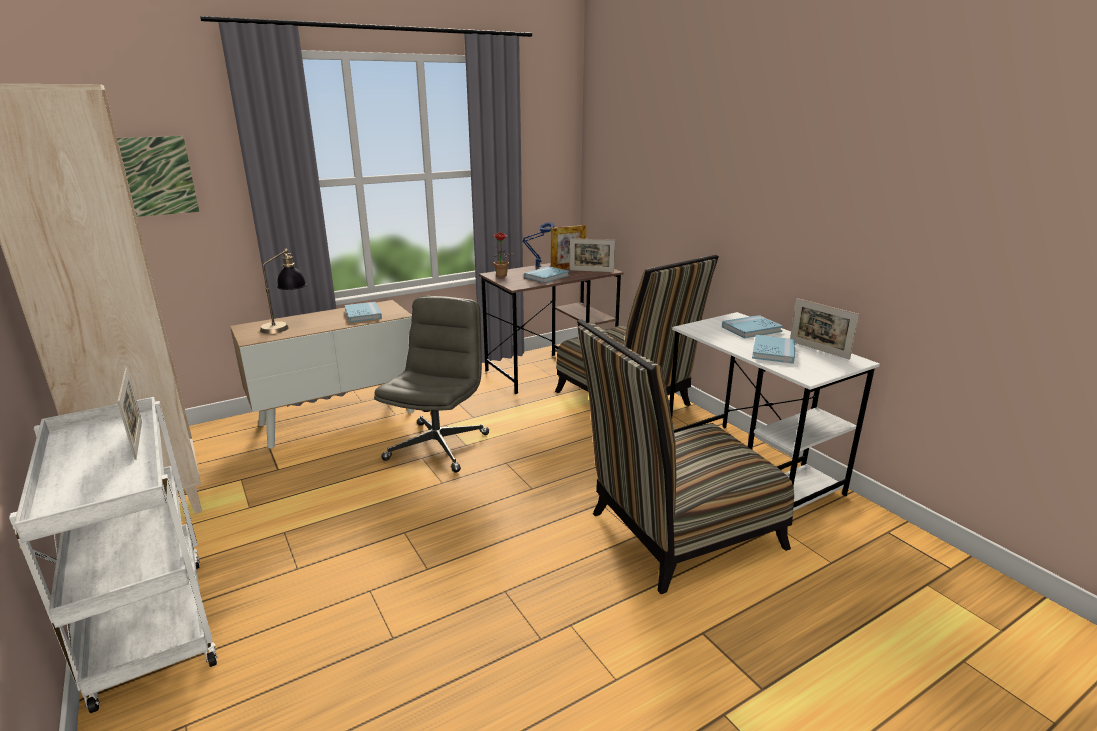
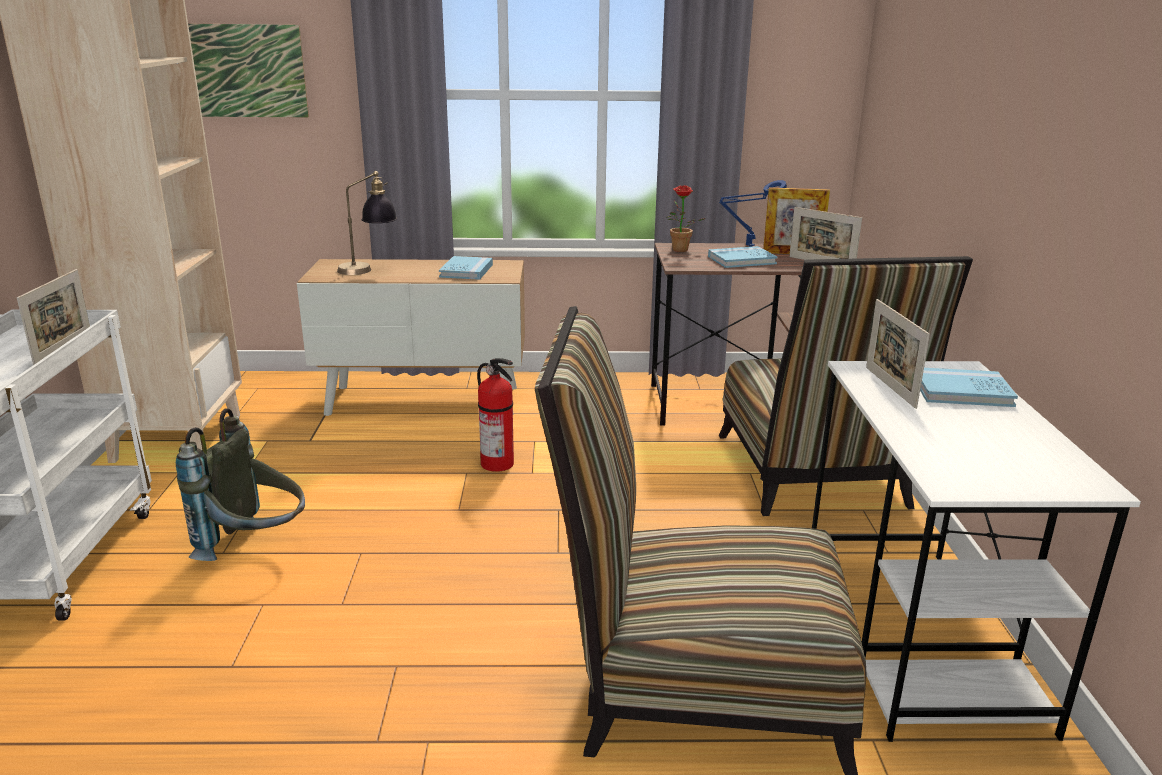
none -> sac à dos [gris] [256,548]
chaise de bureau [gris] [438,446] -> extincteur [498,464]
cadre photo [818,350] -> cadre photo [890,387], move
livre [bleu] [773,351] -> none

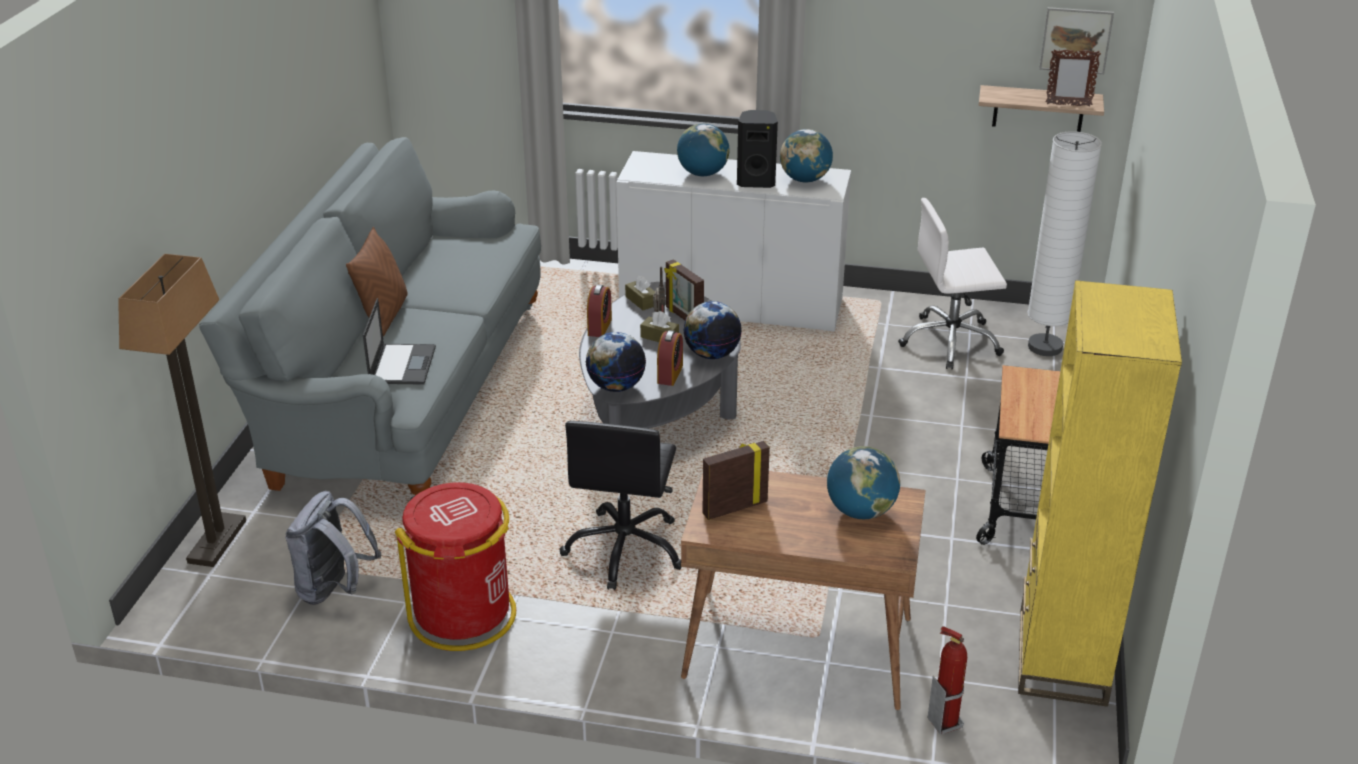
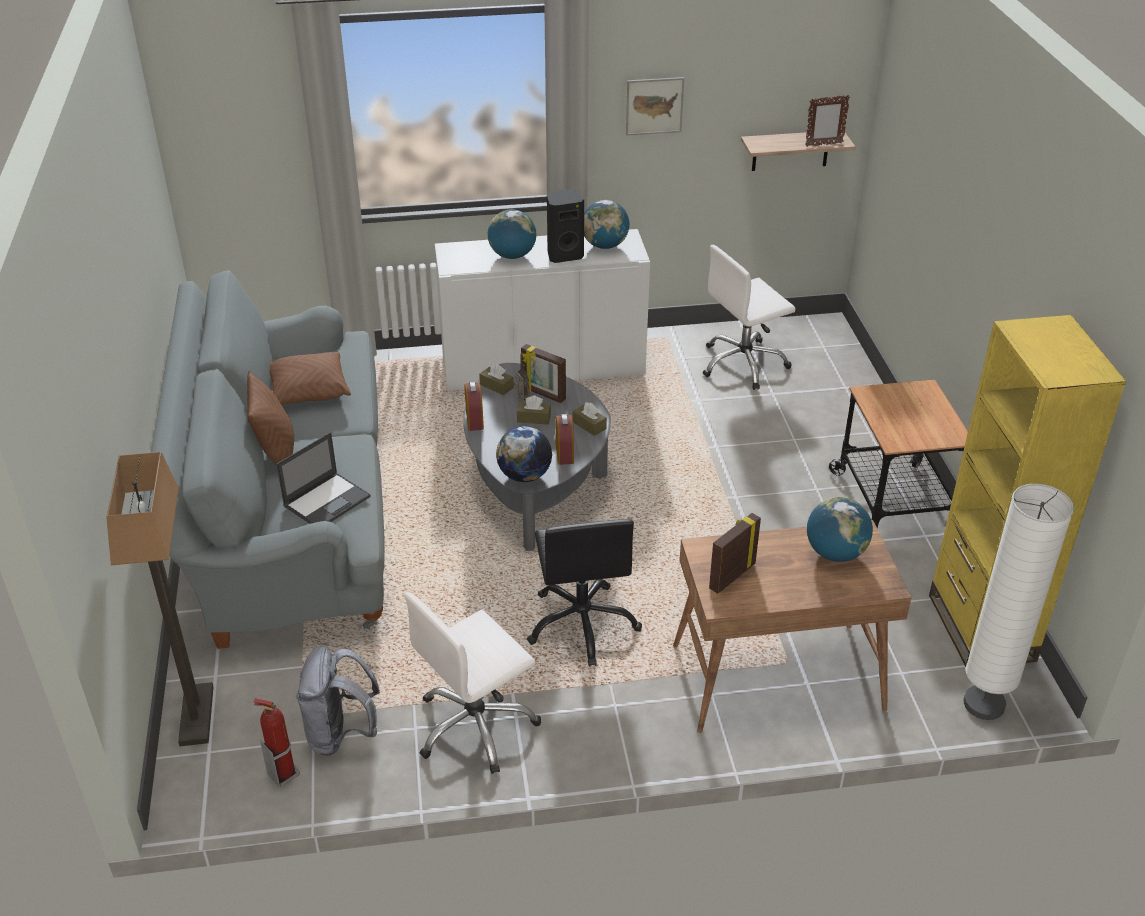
extincteur [944,722] -> extincteur [283,773], move
none -> coussin [marron] [308,390]
ordinateur portable [402,364] -> ordinateur portable [327,500], 60 degrees clockwise
poubelle [rouge] [464,615] -> chaise de bureau [blanc] [476,726]
globe [712,354] -> boîte à mouchoirs [marron] [589,425]
tableau [1076,40] -> tableau [654,106], move
lampadaire [blanc] [1045,347] -> lampadaire [blanc] [984,704], move

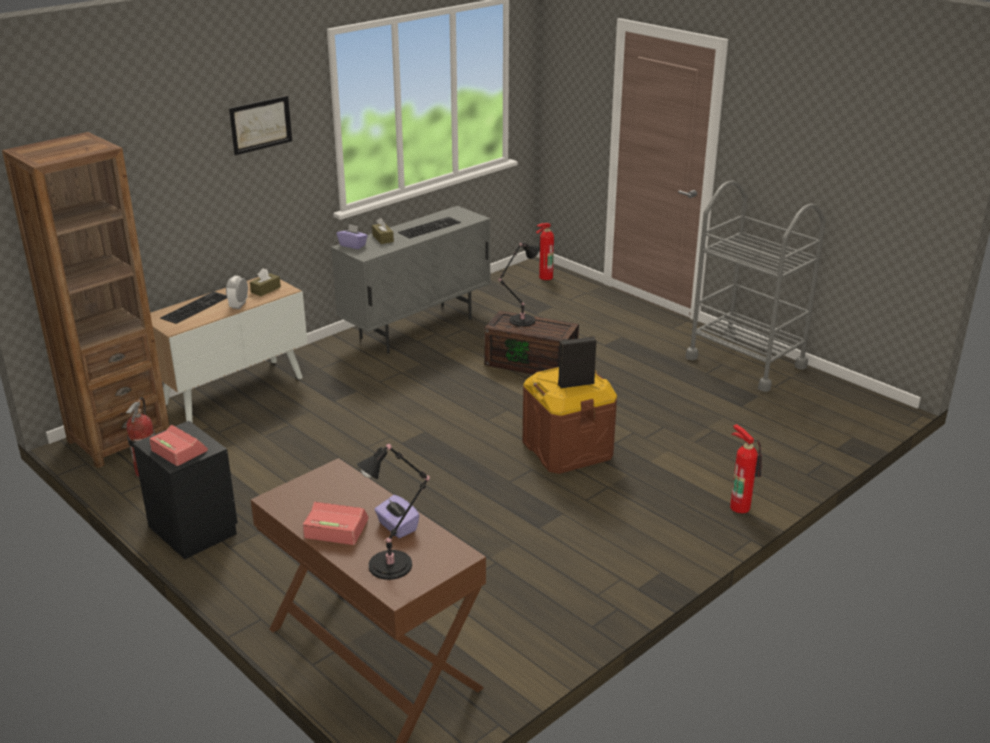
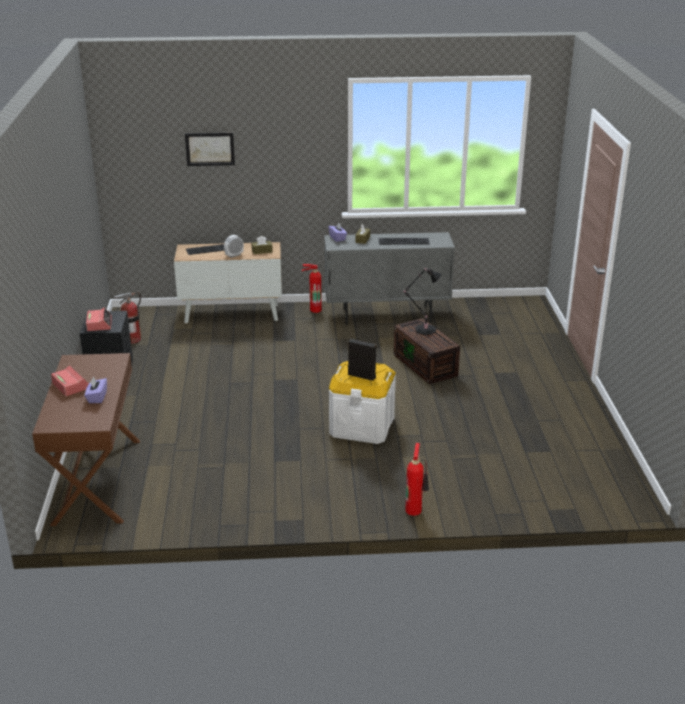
tableau [260,124] -> tableau [210,149], move
extincteur [544,277] -> extincteur [314,309], move
boîte de rangement [marron] [567,450] -> boîte de rangement [blanc] [362,426]
bibliothèque [marron] [119,439] -> none
lampe de table [noir] [394,564] -> none
chariot [gris] [745,362] -> none

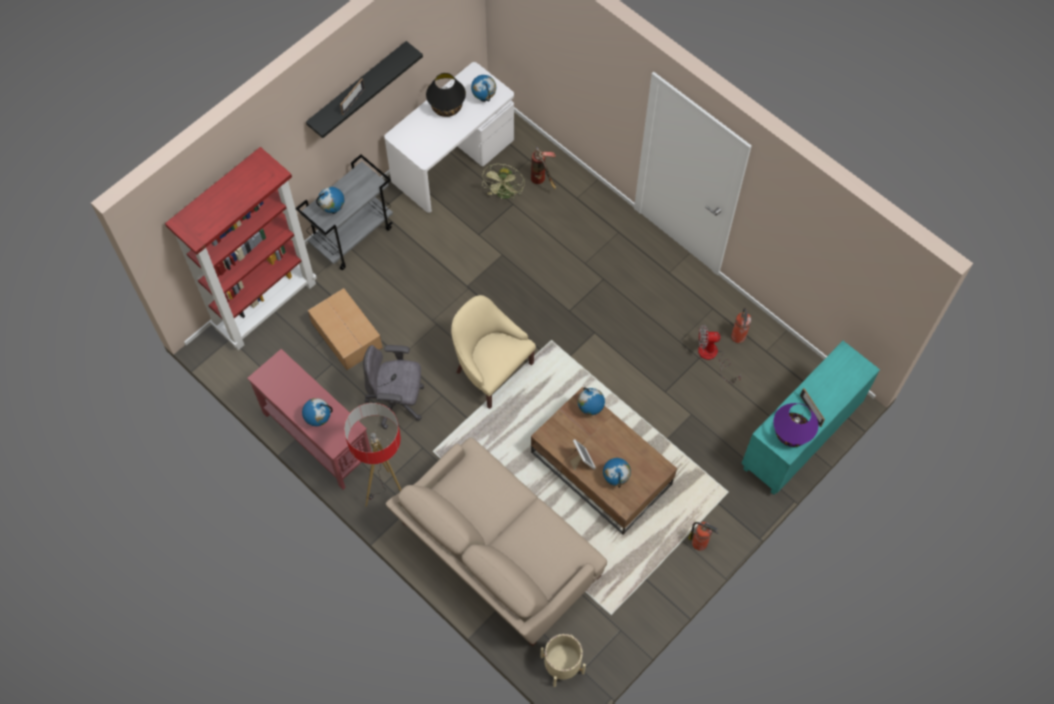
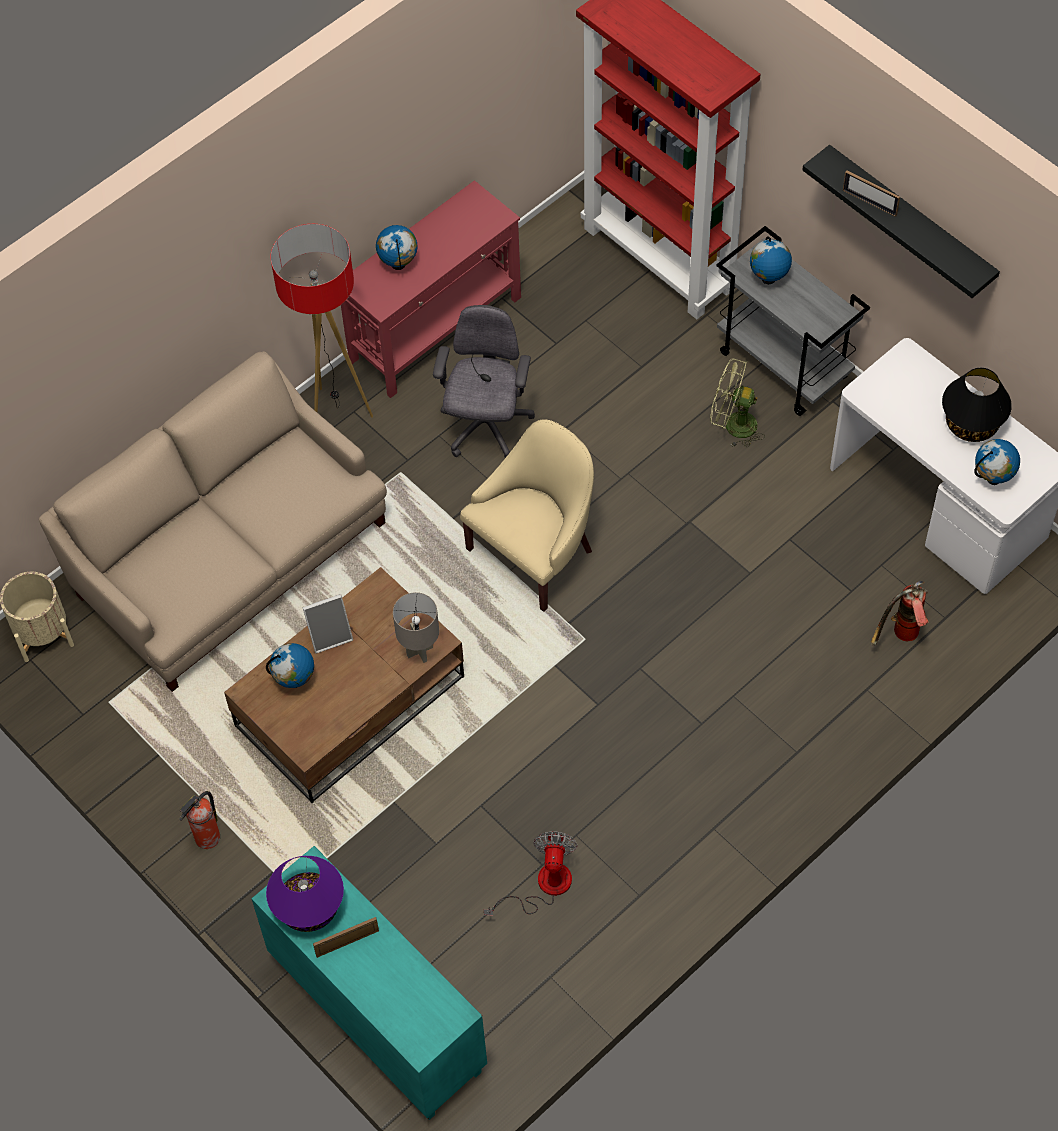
globe [590,409] -> lampe de table [gris] [419,651]
ventilateur [vert] [505,195] -> ventilateur [vert] [733,425], move
carton [346,334] -> none
extincteur [738,337] -> none

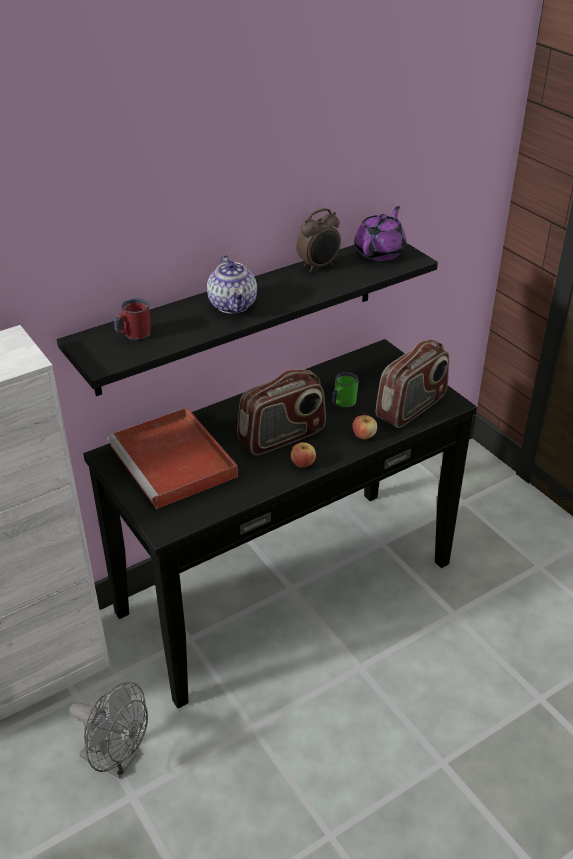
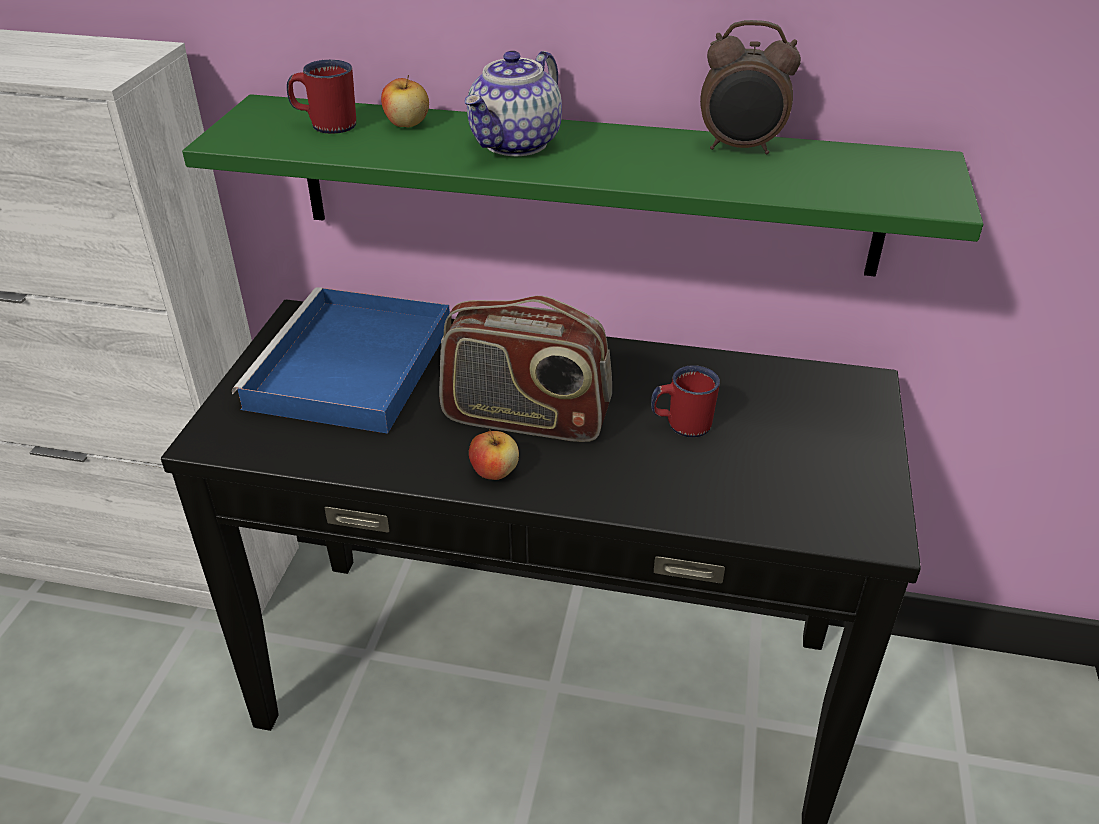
étagère [noir] [239,313] -> étagère [vert] [583,185]
plateau [rouge] [175,462] -> plateau [bleu] [351,368]
pomme [364,435] -> pomme [407,124], move
mug [vert] [342,404] -> mug [rouge] [681,425]
ventilateur [gris] [116,760] -> none
théière [violet] [380,252] -> none
radio [411,408] -> none

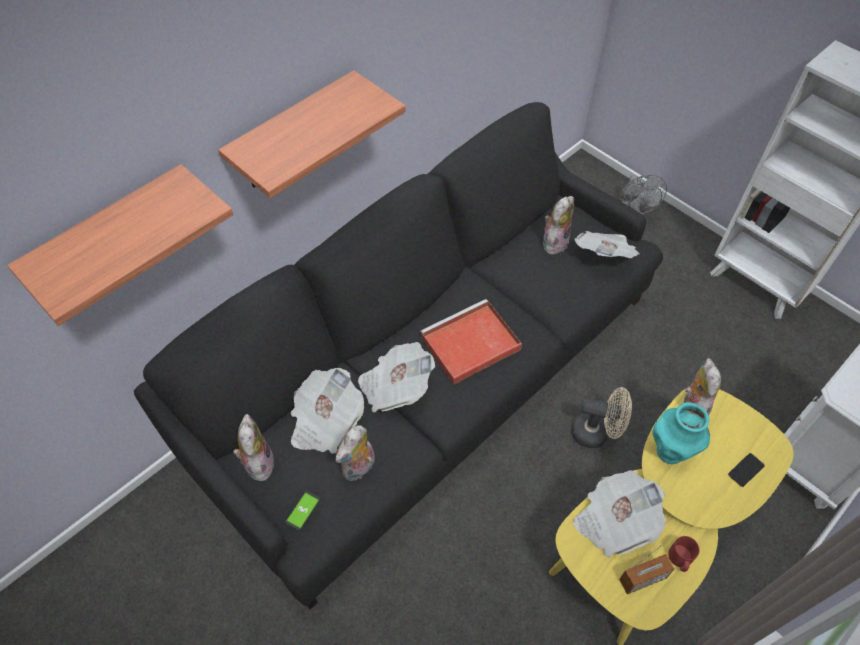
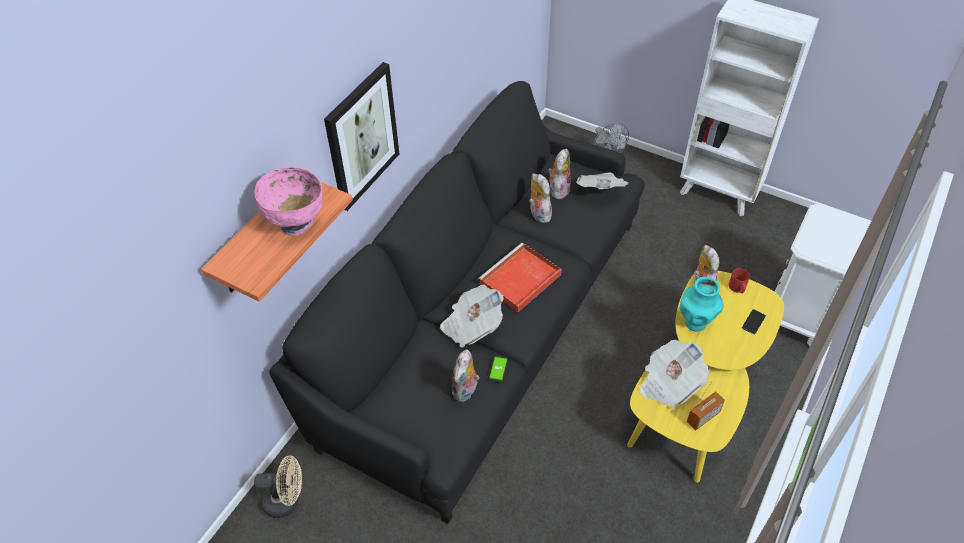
none -> bol [rose] [296,223]
ventilateur [beige] [596,433] -> ventilateur [beige] [287,501], move
étagère [293,133] -> tableau [361,136]
téléphone [303,511] -> téléphone [498,369], move
peluche [257,463] -> peluche [538,214], move
mug [rouge] [680,559] -> mug [rouge] [737,288], move
journal [325,422] -> none

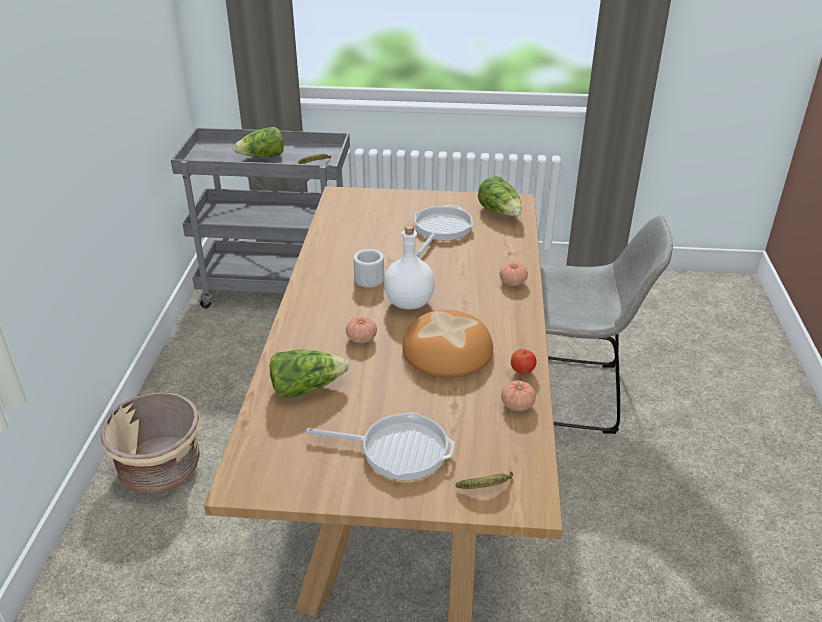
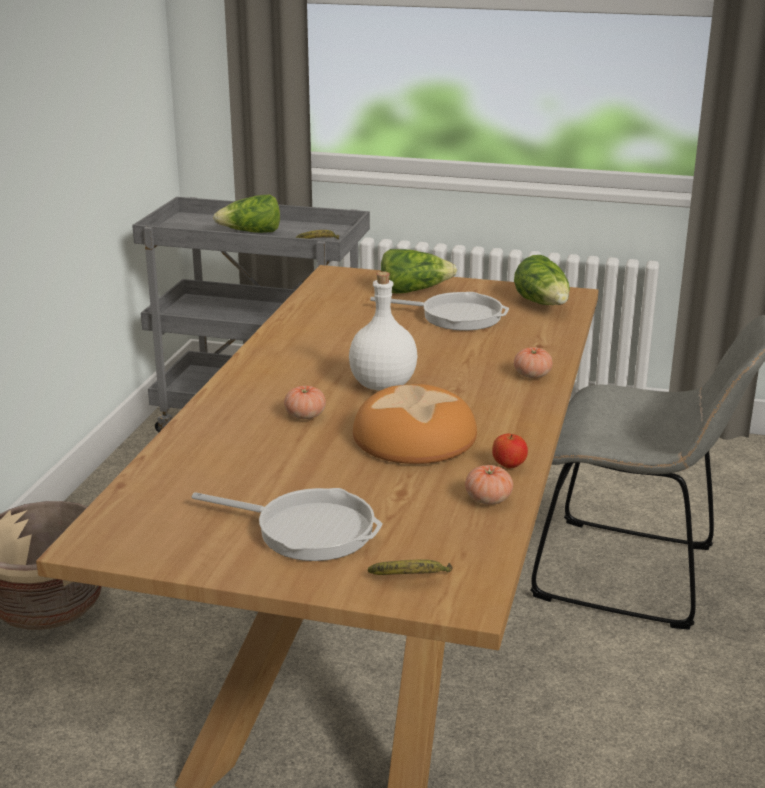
poêle [441,229] -> poêle [455,316], 75 degrees clockwise
laitue [306,387] -> laitue [414,290], move
mug [blanc] [367,278] -> none

